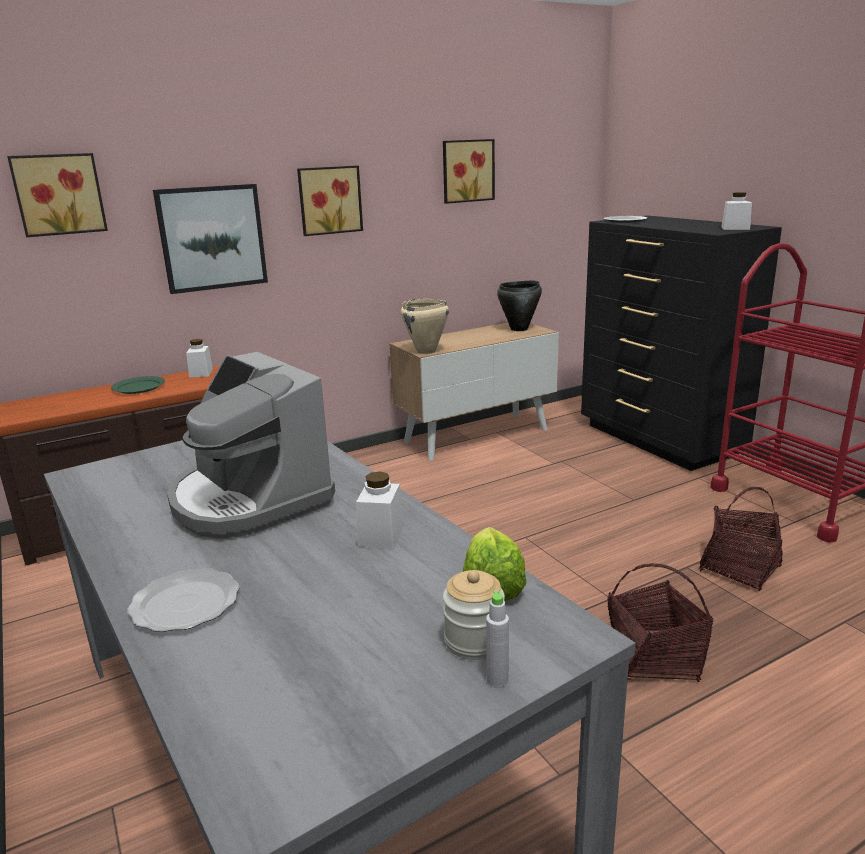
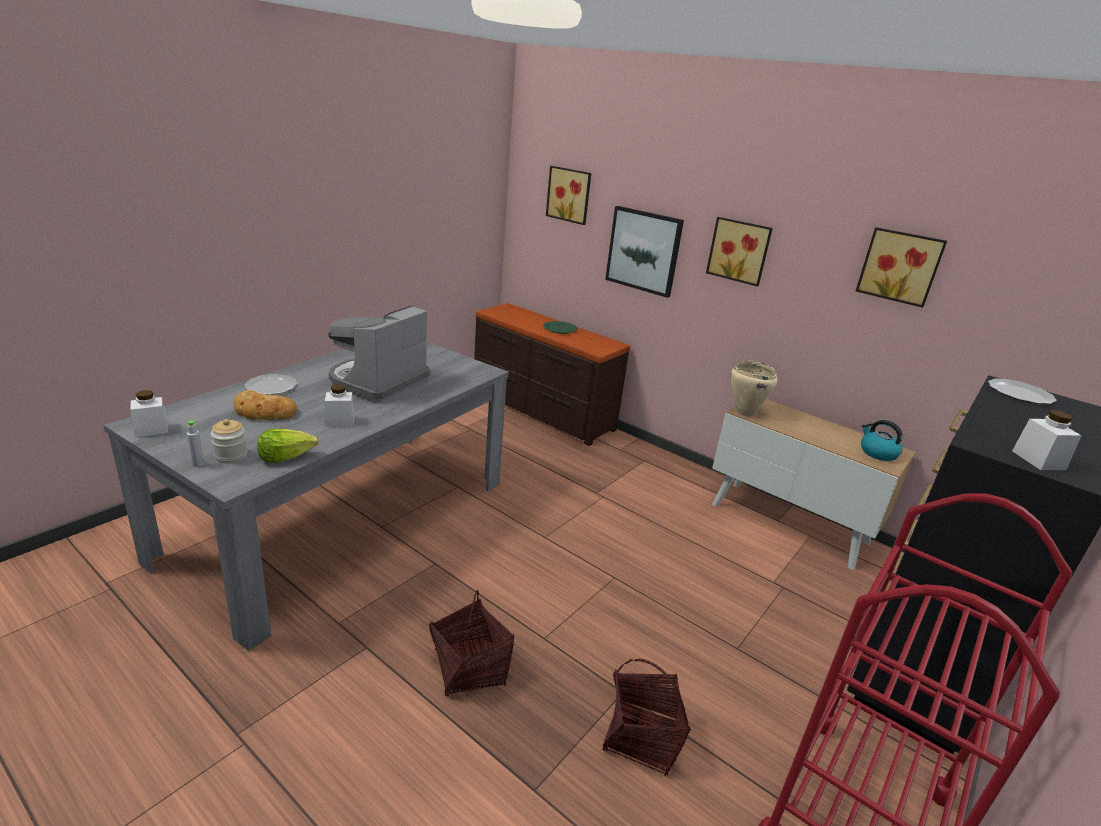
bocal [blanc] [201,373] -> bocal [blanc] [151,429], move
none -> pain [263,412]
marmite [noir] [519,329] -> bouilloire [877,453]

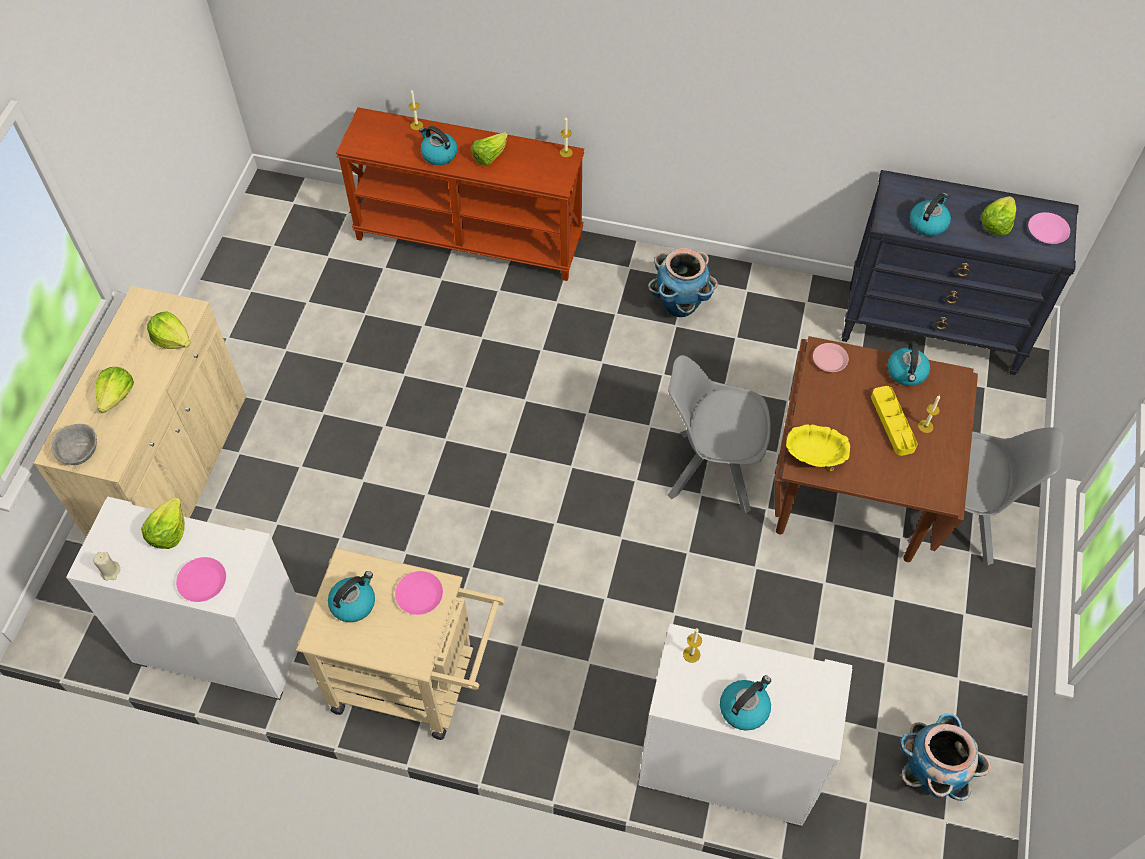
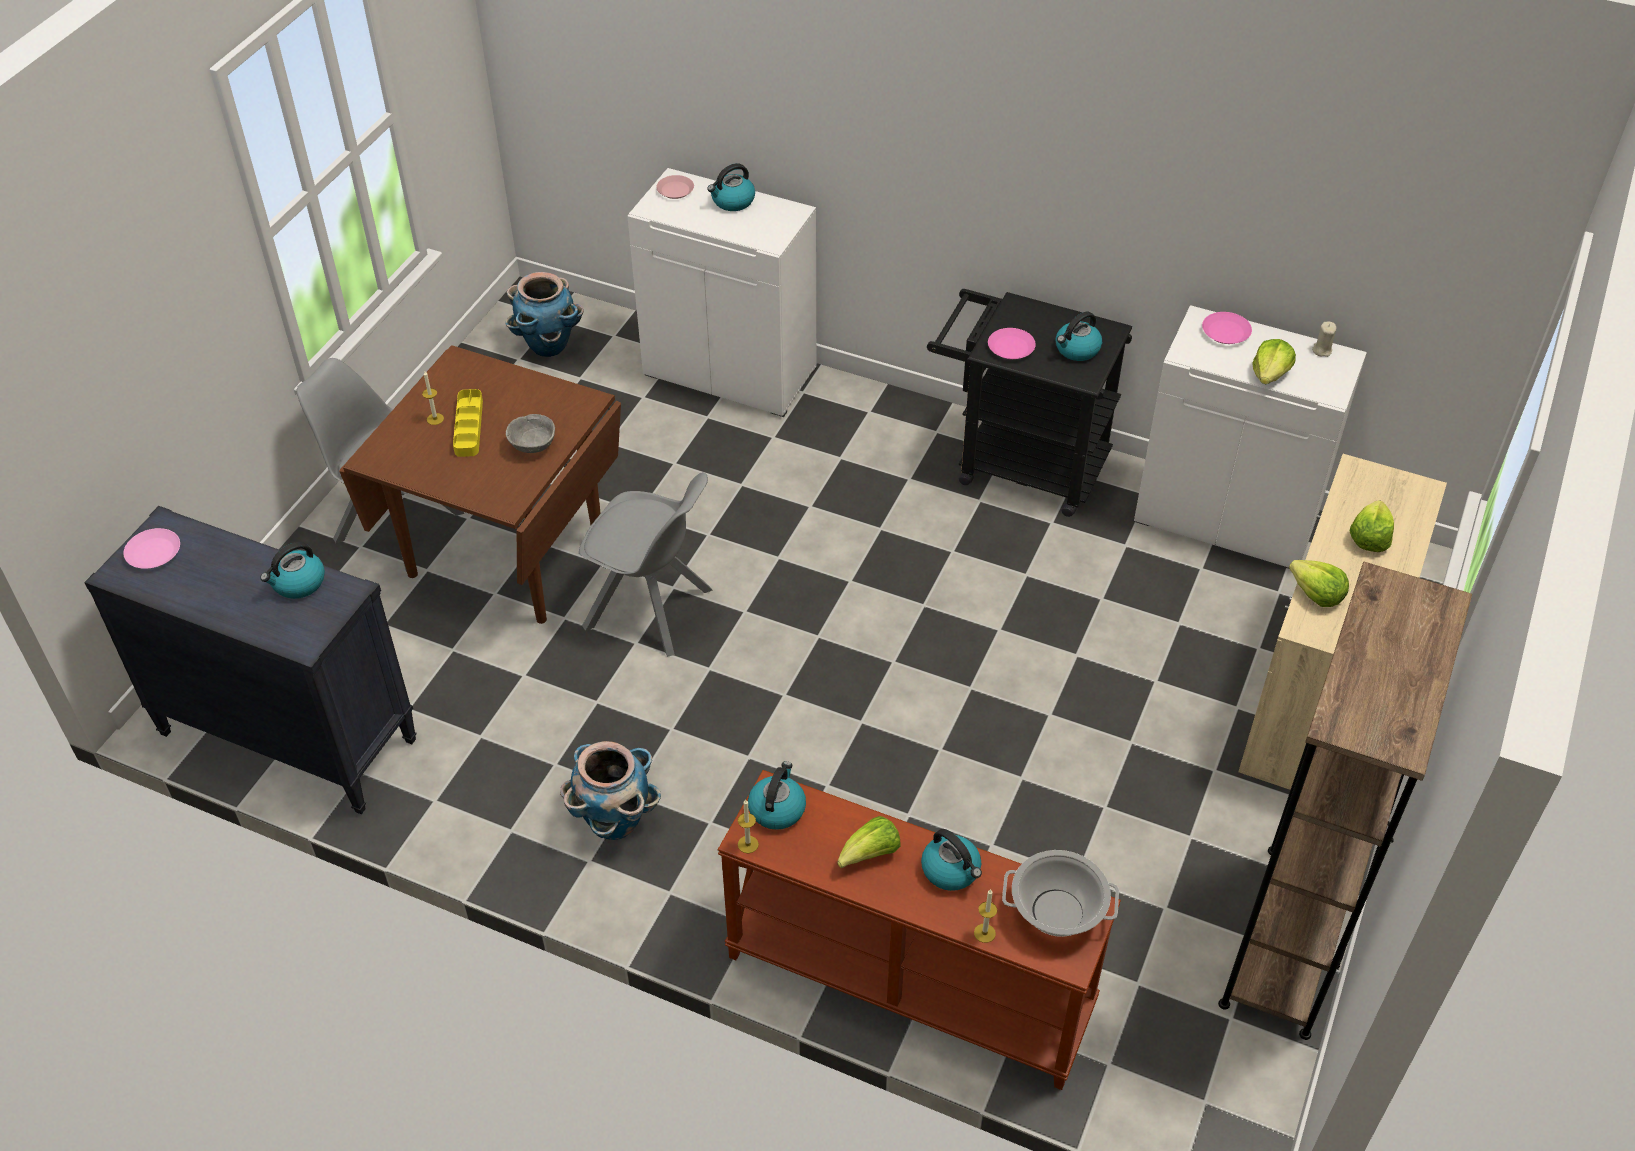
bol [gris] [80,452] -> bol [gris] [532,446], move
assiette [rose] [829,359] -> assiette [rose] [675,190], move
bouilloire [906,373] -> bouilloire [777,808], move
chariot [beige] [416,682] -> chariot [noir] [1019,463]
none -> marmite [1056,912]
none -> bibliothèque [marron] [1288,939]
bougie [691,654] -> none
bol [jaune] [814,457] -> none
laitue [996,224] -> none

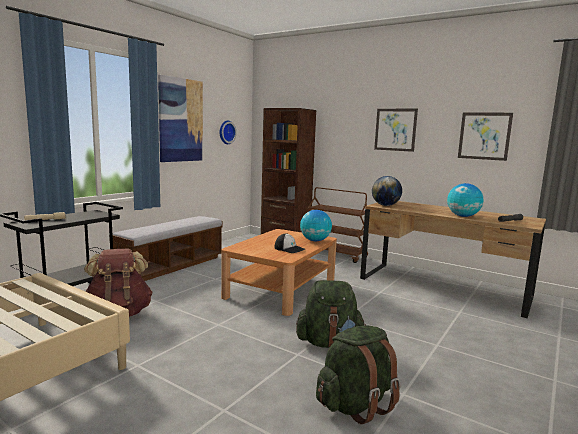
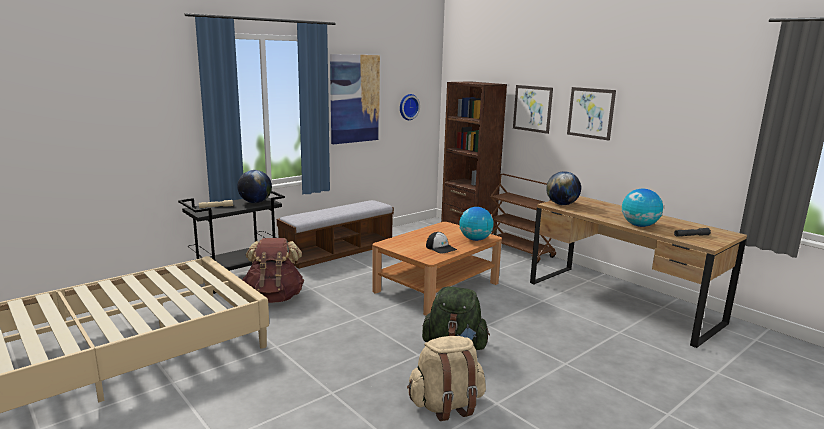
none -> globe [255,202]
sac à dos [vert] [355,404] -> sac à dos [beige] [446,405]
tableau [484,136] -> tableau [532,108], move

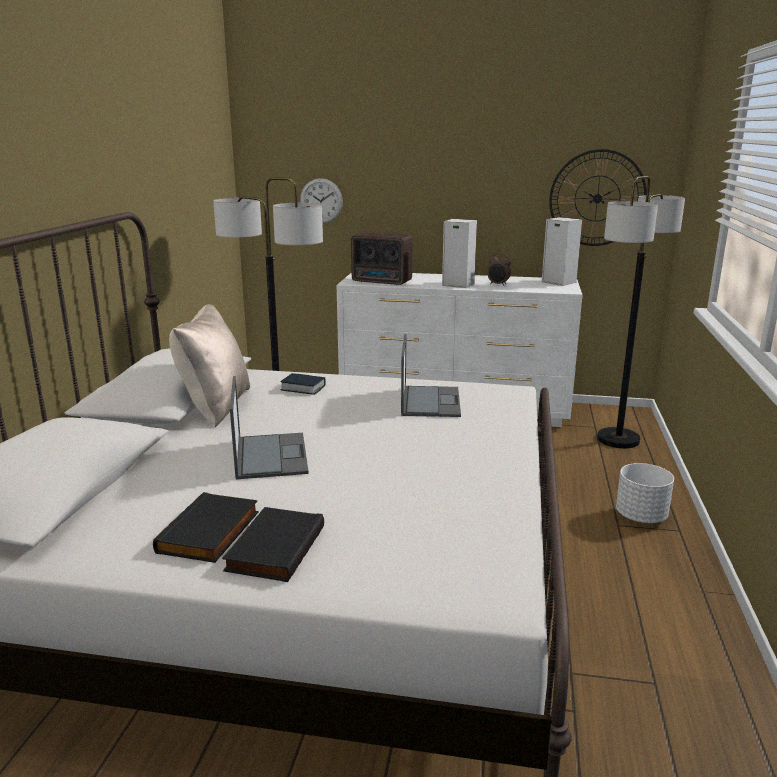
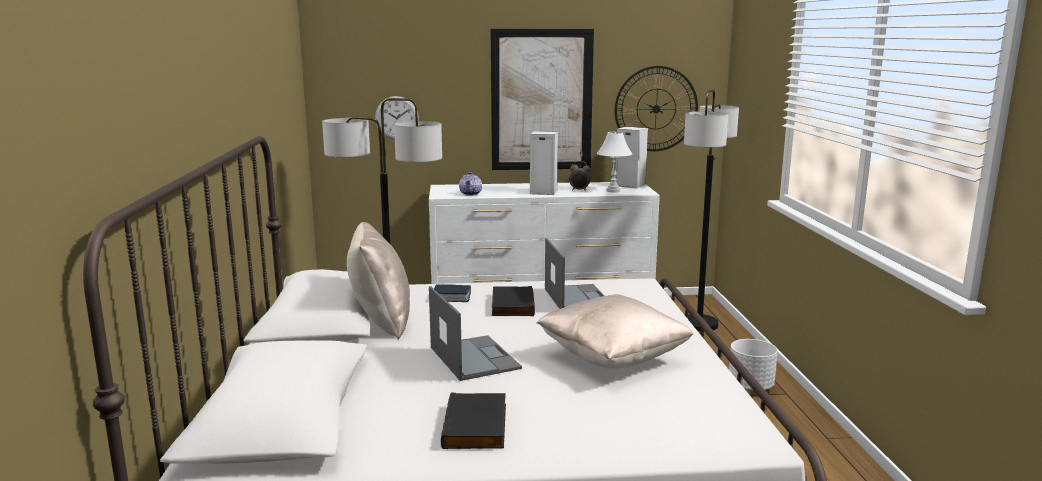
radio [382,282] -> théière [471,194]
none -> tableau [541,100]
livre [noir] [274,548] -> livre [noir] [511,305], move
none -> coussin [beige] [613,358]
none -> lampe de table [blanc] [613,191]

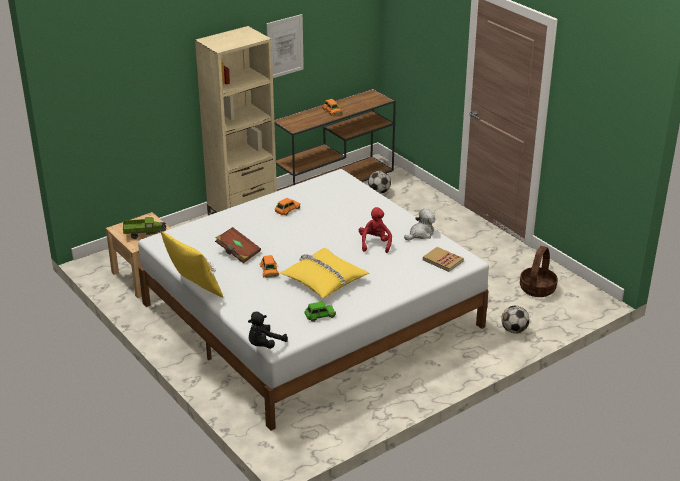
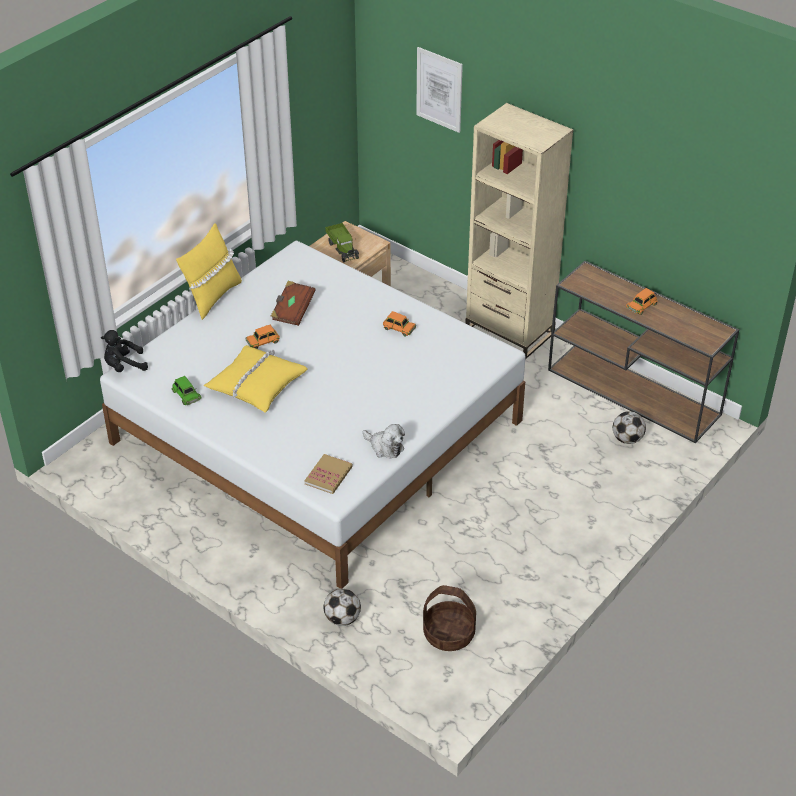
peluche [noir] [264,345] -> peluche [noir] [124,366], 45 degrees counterclockwise
tableau [285,46] -> tableau [439,89], move
peluche [rouge] [375,243] -> none

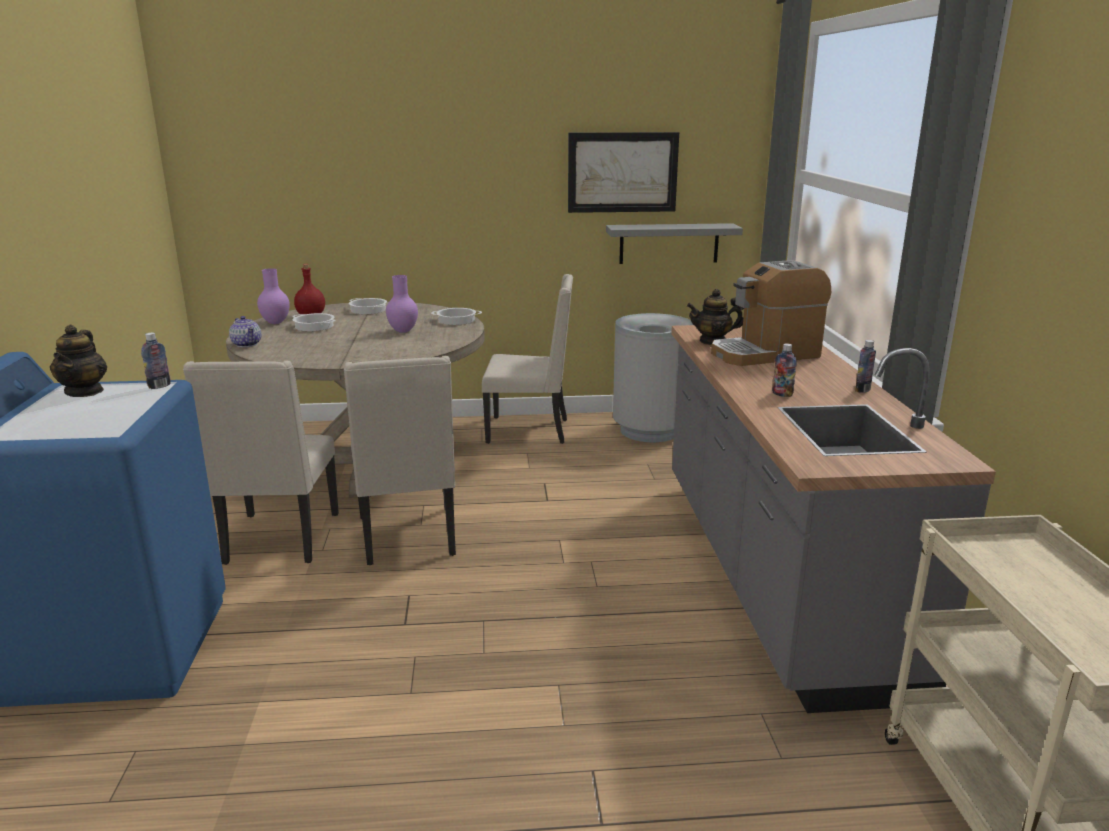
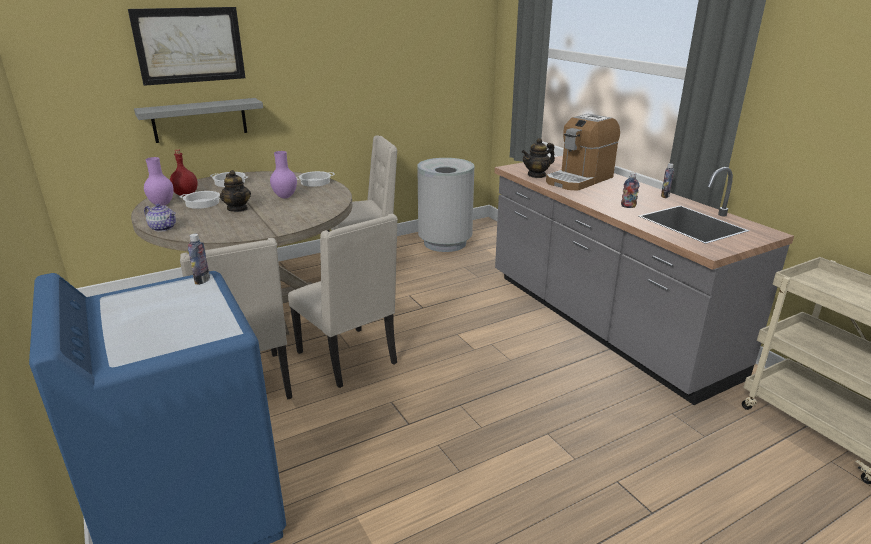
tableau [622,172] -> tableau [189,45], move
étagère [gris] [669,243] -> étagère [gris] [200,120], move
théière [85,392] -> théière [237,209], move

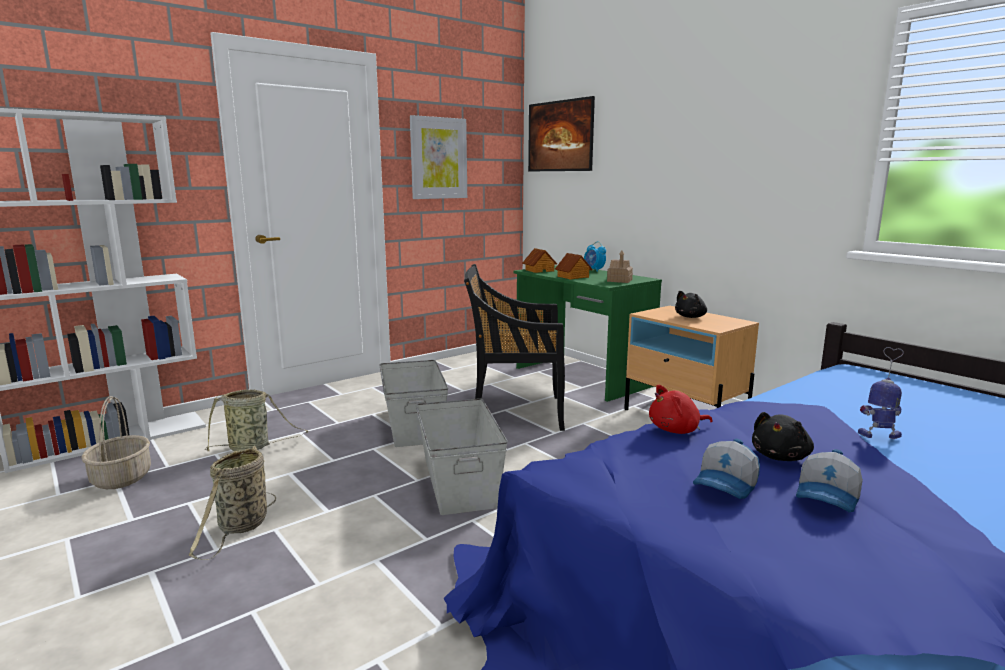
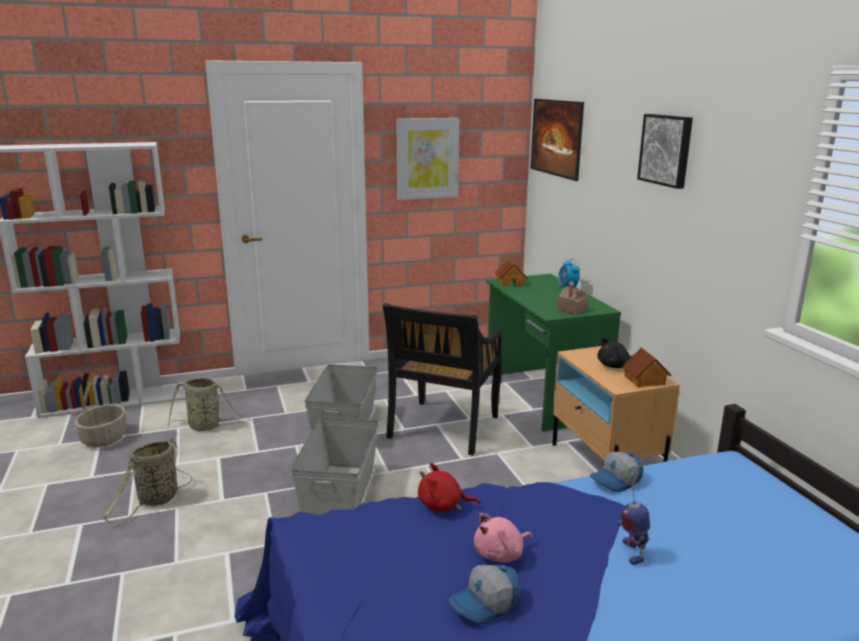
chaise [noir] [514,412] -> chaise [noir] [443,428], 90 degrees counterclockwise
peluche [noir] [781,457] -> peluche [rose] [501,554]
casquette [727,484] -> casquette [616,481], move
robot jouet [880,435] -> robot jouet [631,552], 120 degrees counterclockwise
maison miniature [573,277] -> maison miniature [645,380], move
none -> tableau [666,150]

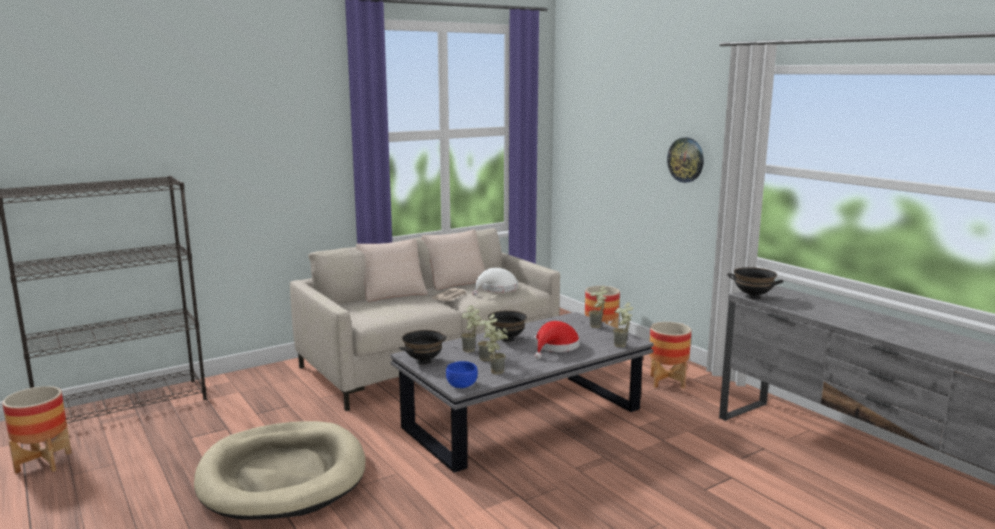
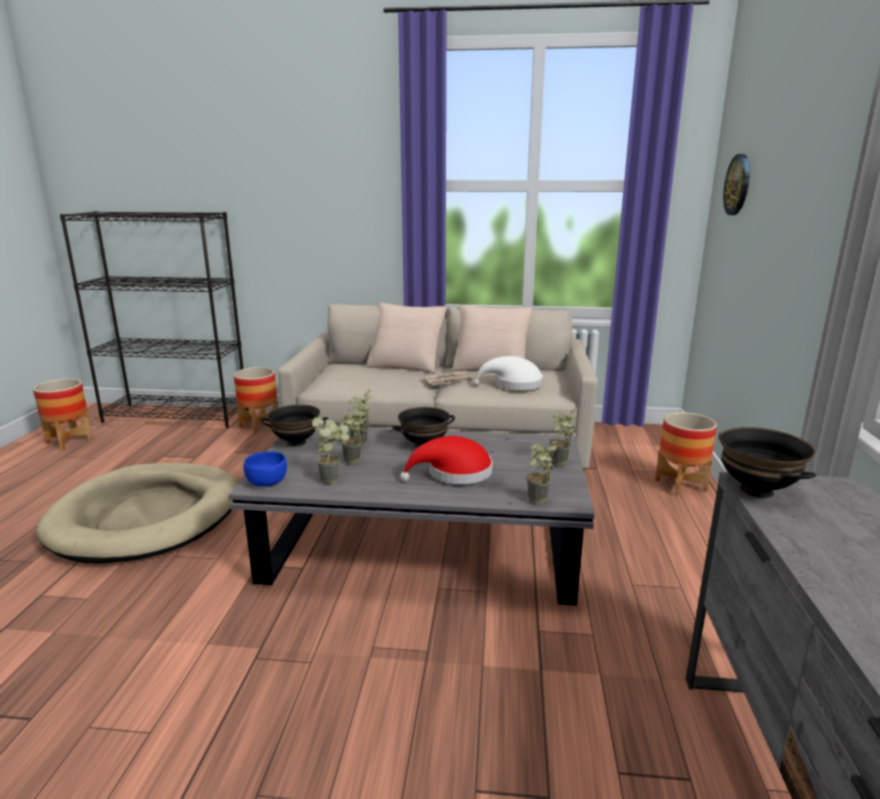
cache-pot [667,382] -> cache-pot [259,426], move
horloge murale [686,160] -> horloge murale [738,185], move

